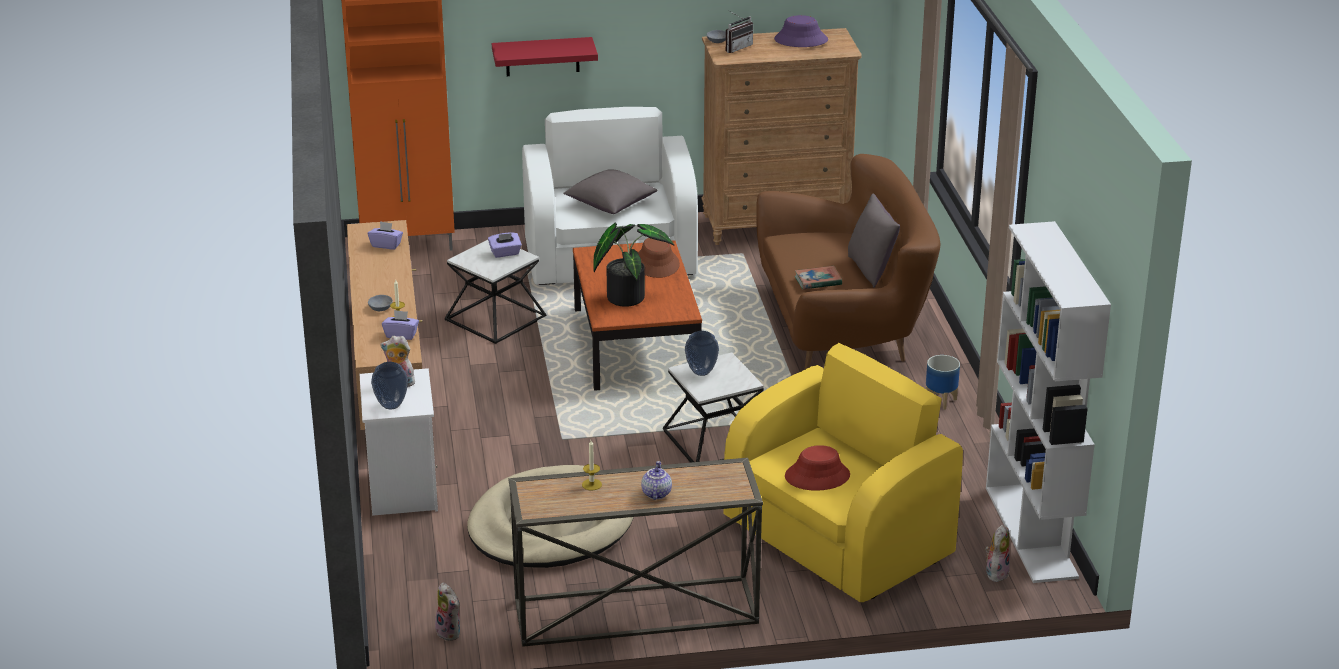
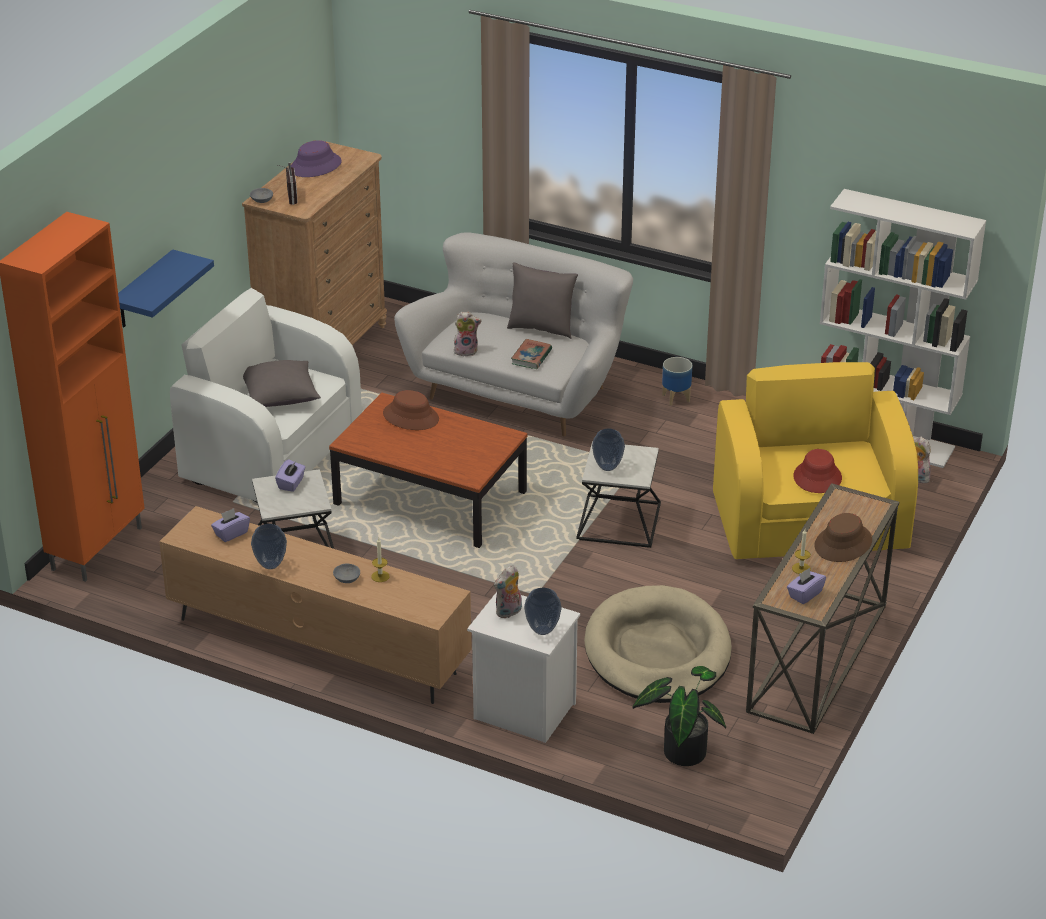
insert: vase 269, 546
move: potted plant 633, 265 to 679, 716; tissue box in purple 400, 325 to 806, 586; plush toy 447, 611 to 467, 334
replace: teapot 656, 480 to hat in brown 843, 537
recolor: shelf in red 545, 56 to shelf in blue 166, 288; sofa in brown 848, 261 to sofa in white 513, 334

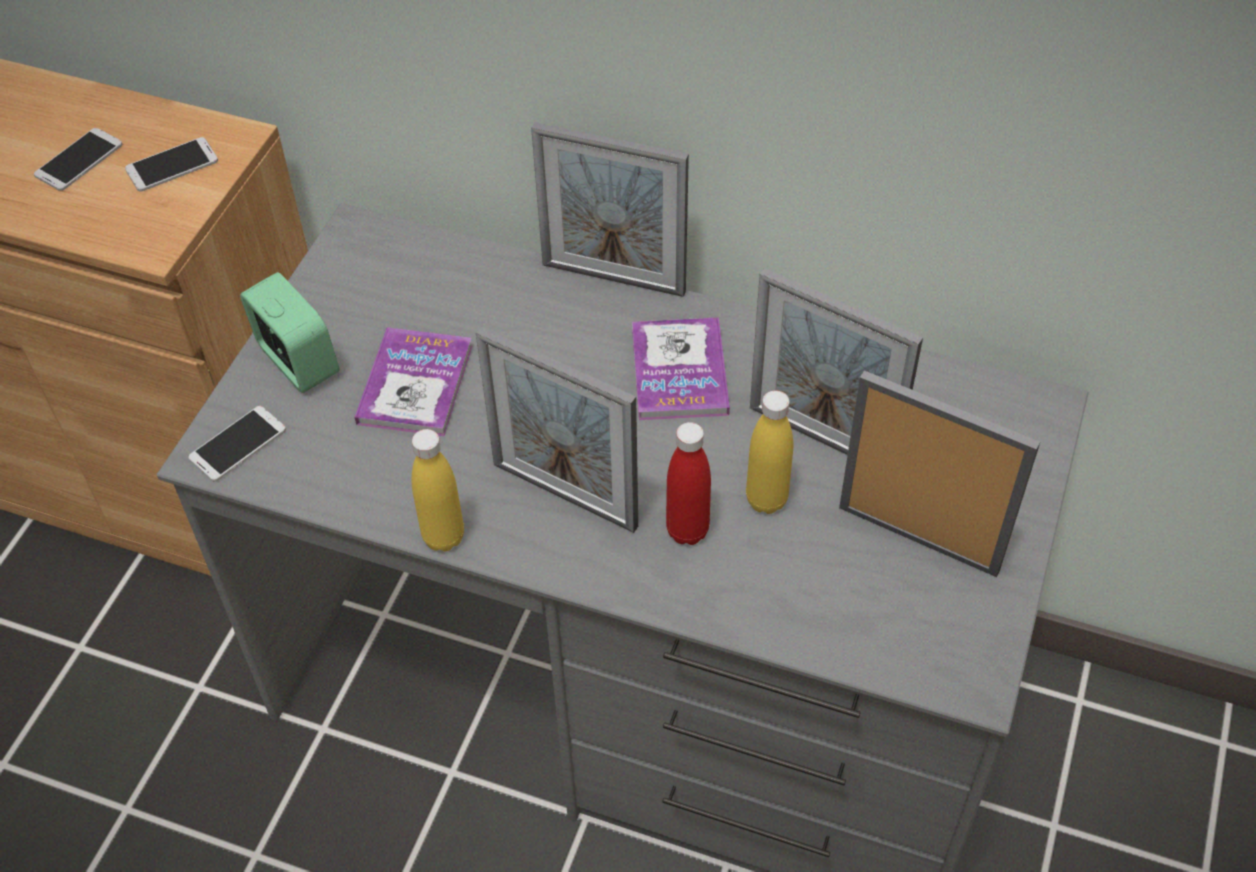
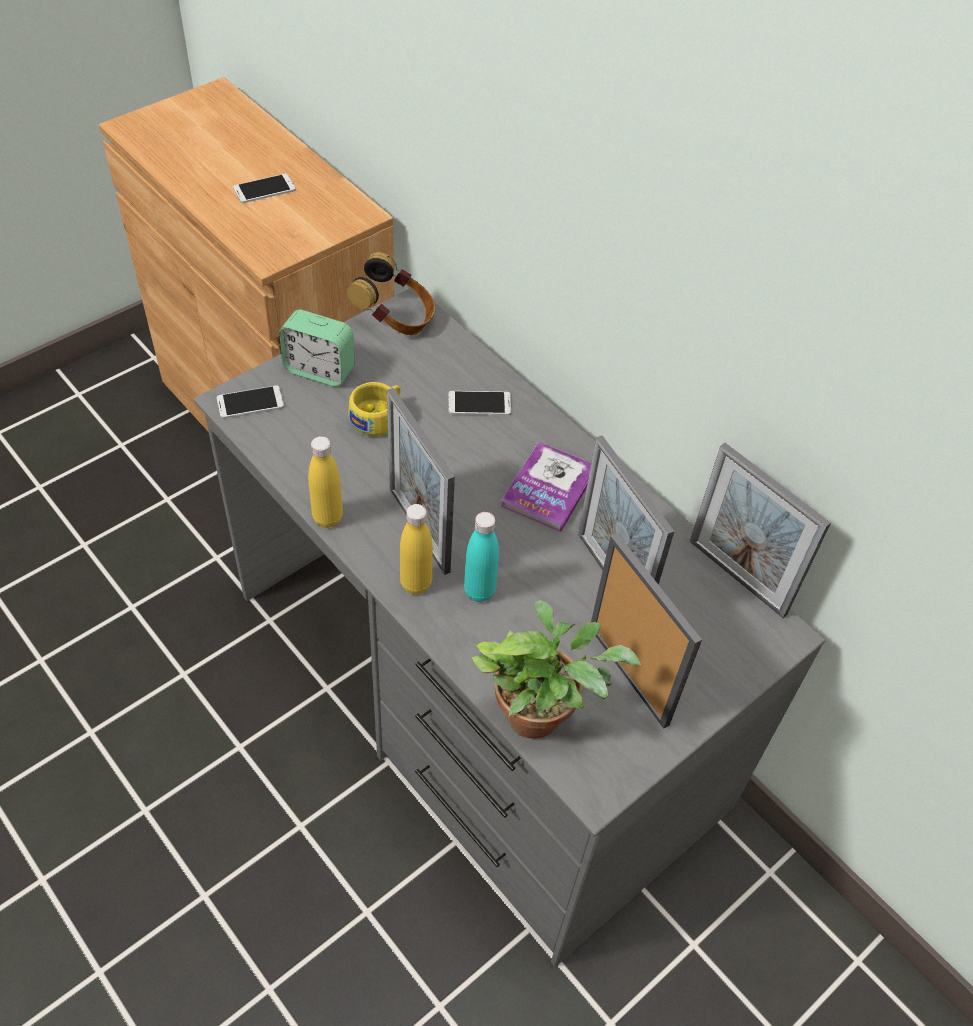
insert: headphones 391, 293; potted plant 556, 669
move: picture frame 610, 209 to 760, 530; phone 171, 164 to 479, 403; bottle in yellow 769, 452 to 416, 549
replace: book 413, 381 to cup in yellow 374, 409
recolor: bottle in red 688, 483 to bottle in turquoise 481, 557
rotate: alarm clock 290, 332 = 317, 348 120 degrees clockwise

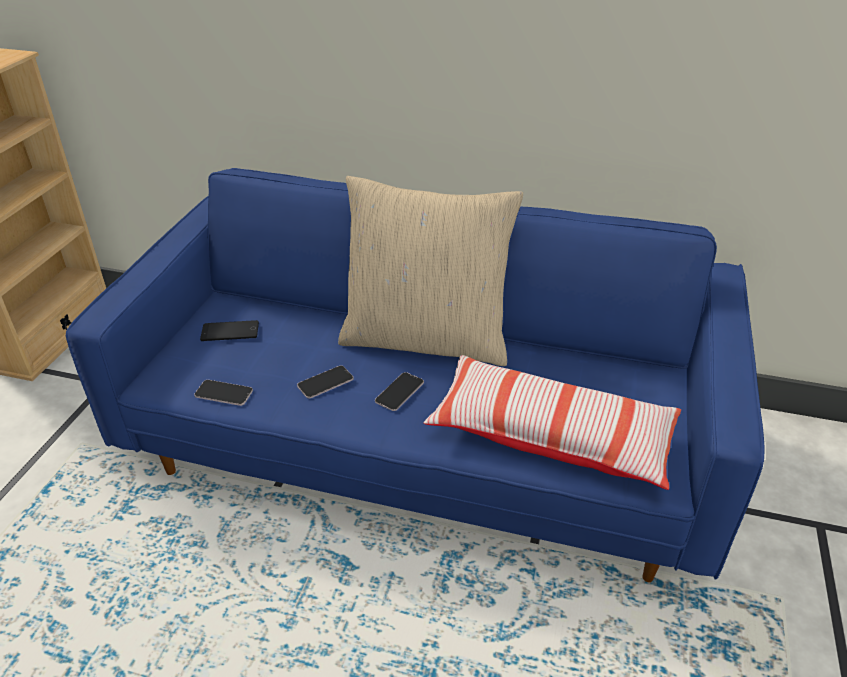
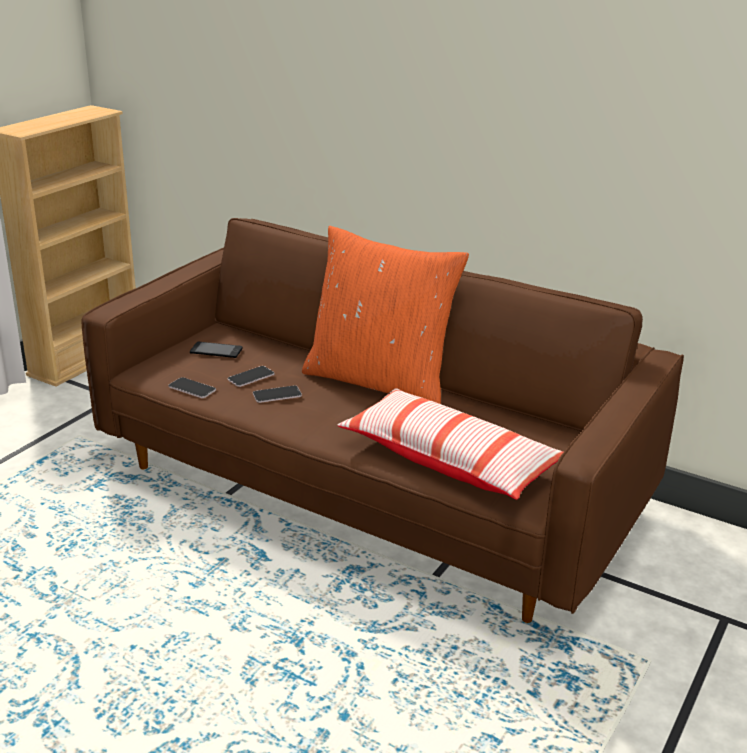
move: phone 399, 391 to 251, 376
recolor: sofa in blue 415, 375 to sofa in brown 382, 420; pillow in beige 430, 271 to pillow in orange 385, 315

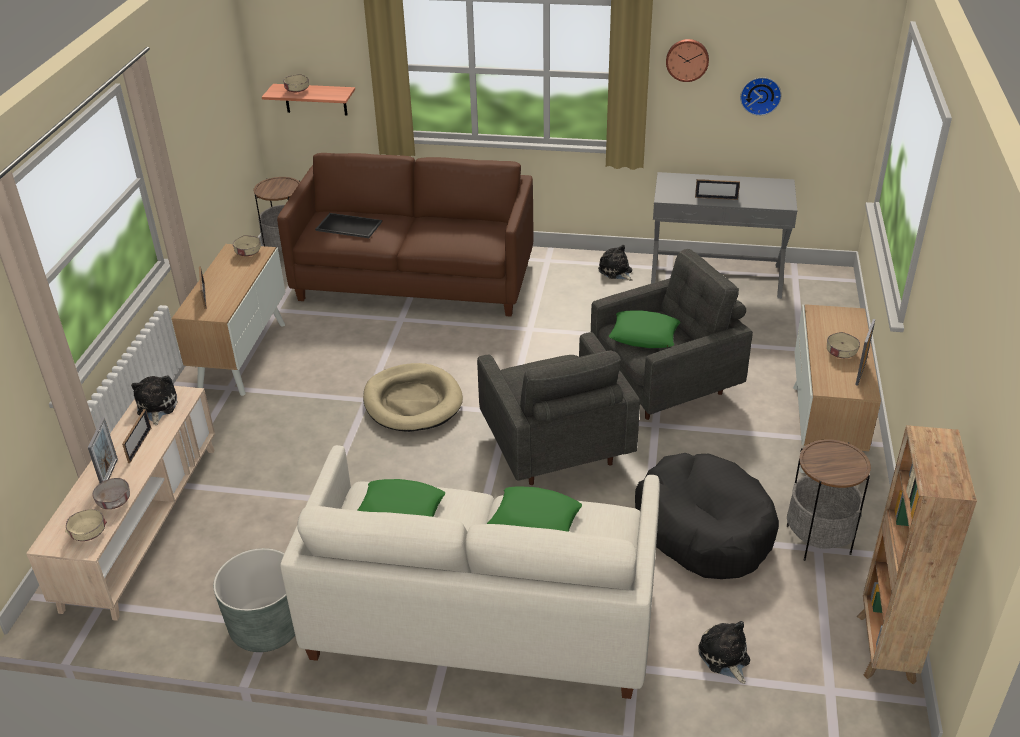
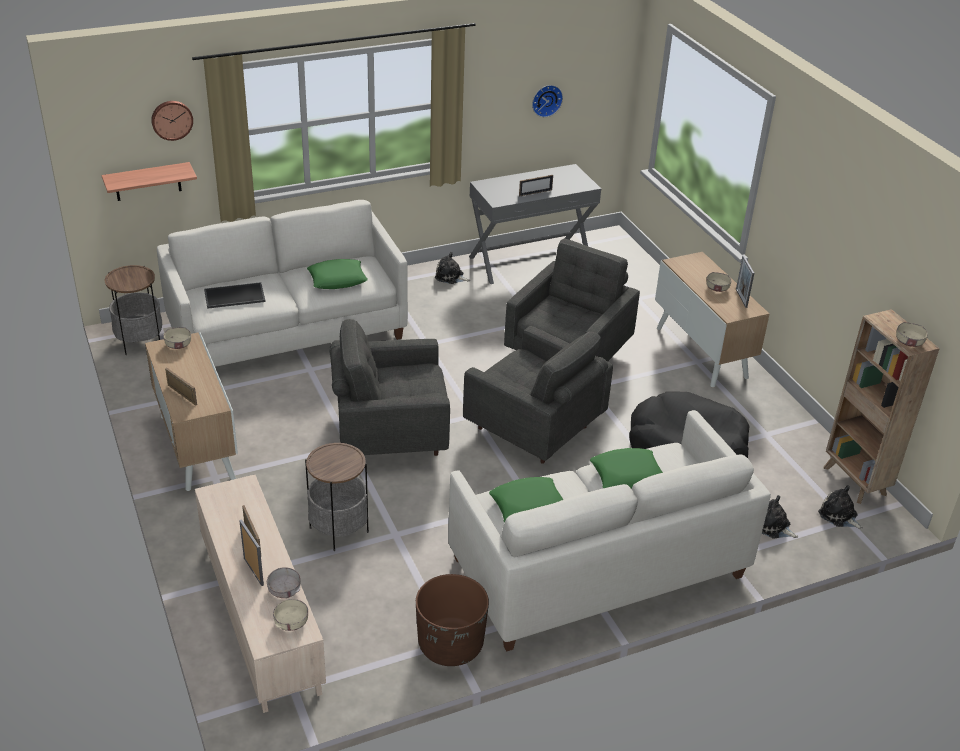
move: wall clock 687, 60 to 172, 121; bowl in beige 296, 83 to 912, 334; pillow in green 645, 329 to 337, 274; plush toy 154, 400 to 840, 507; side table 829, 500 to 337, 496
replace: dog bed in beige 413, 397 to armchair in grey 389, 387
recolor: sofa in brown 405, 235 to sofa in white 282, 283; planter in grey 254, 600 to planter in brown 452, 620

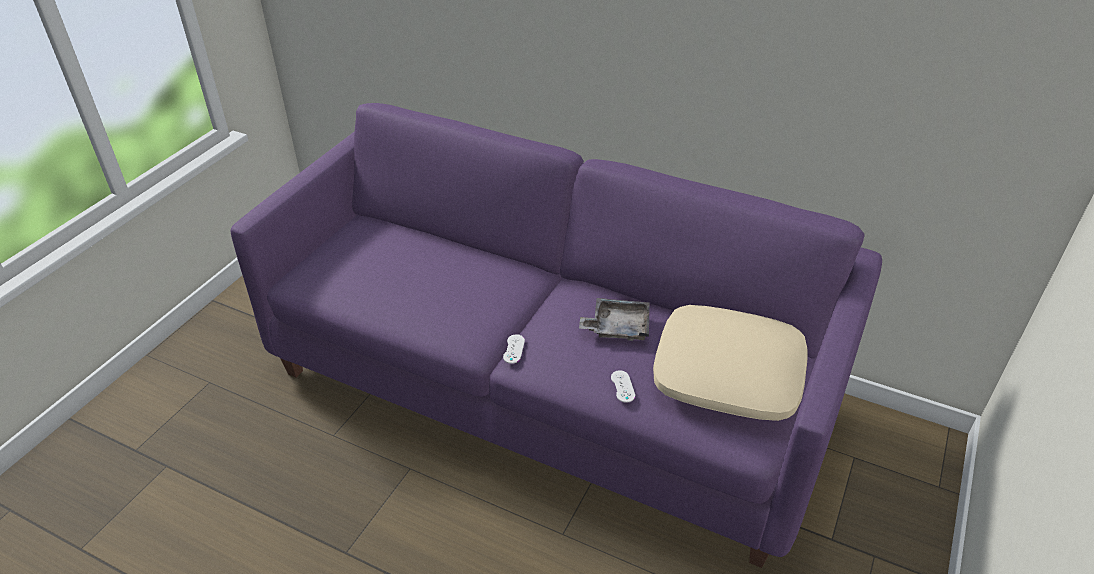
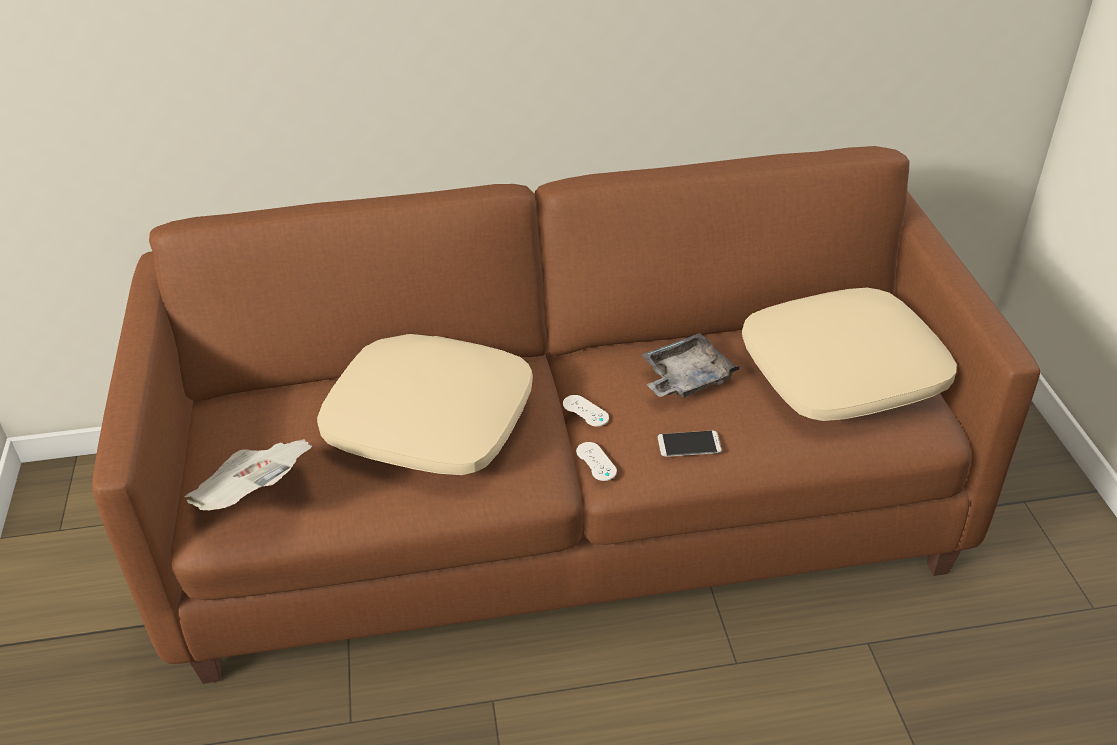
insert: pillow in beige 425, 404; phone 690, 444; newspaper 248, 475
move: game controller in white 623, 386 to 586, 411
recolor: sofa in purple 556, 335 to sofa in brown 566, 415

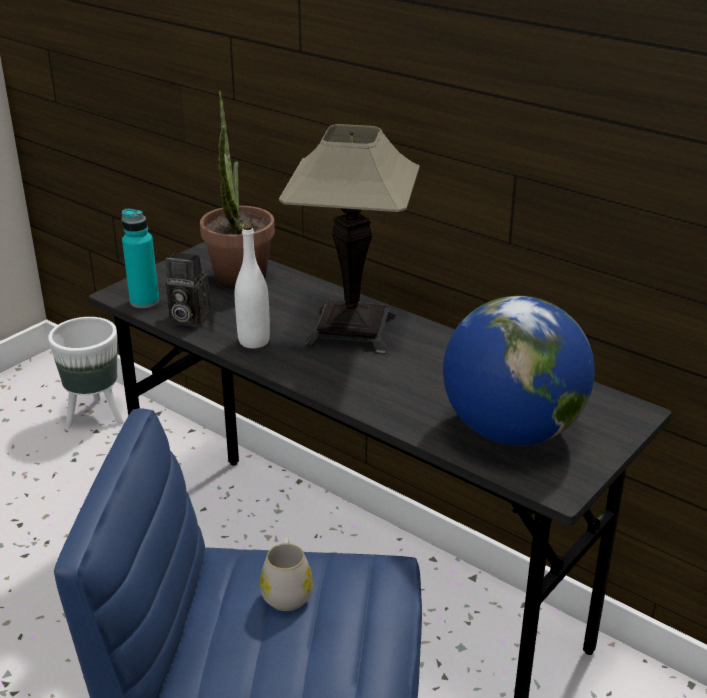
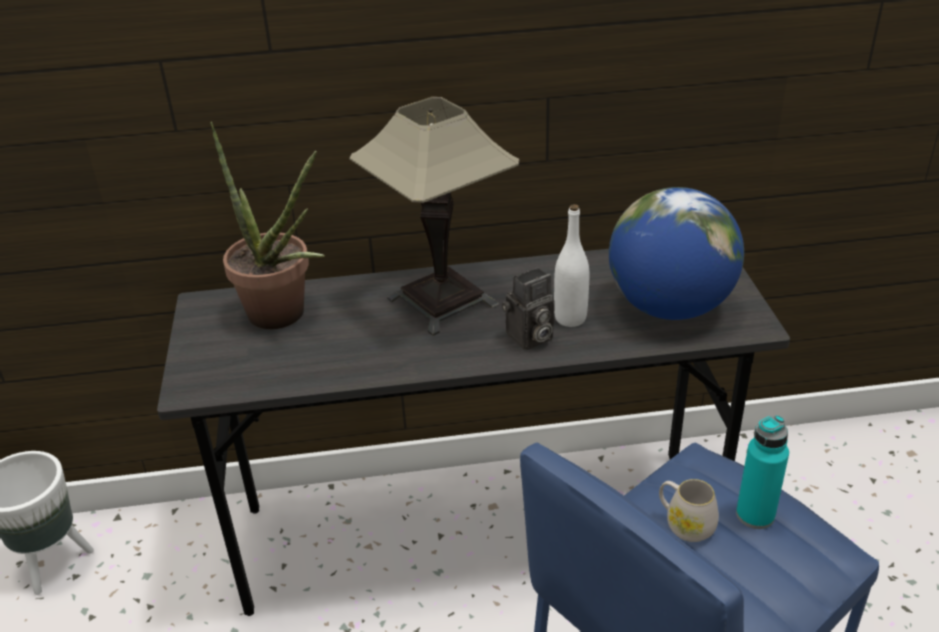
move: bottle in turquoise 140, 258 to 762, 472; bottle in white 252, 286 to 571, 265; photo camera 188, 290 to 528, 308

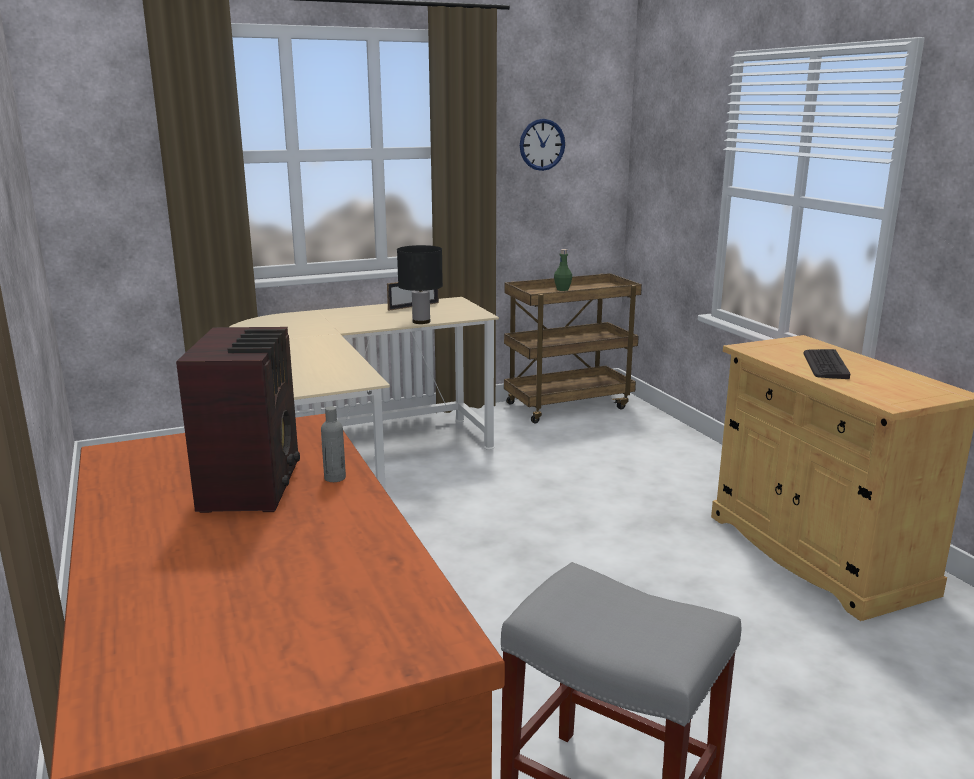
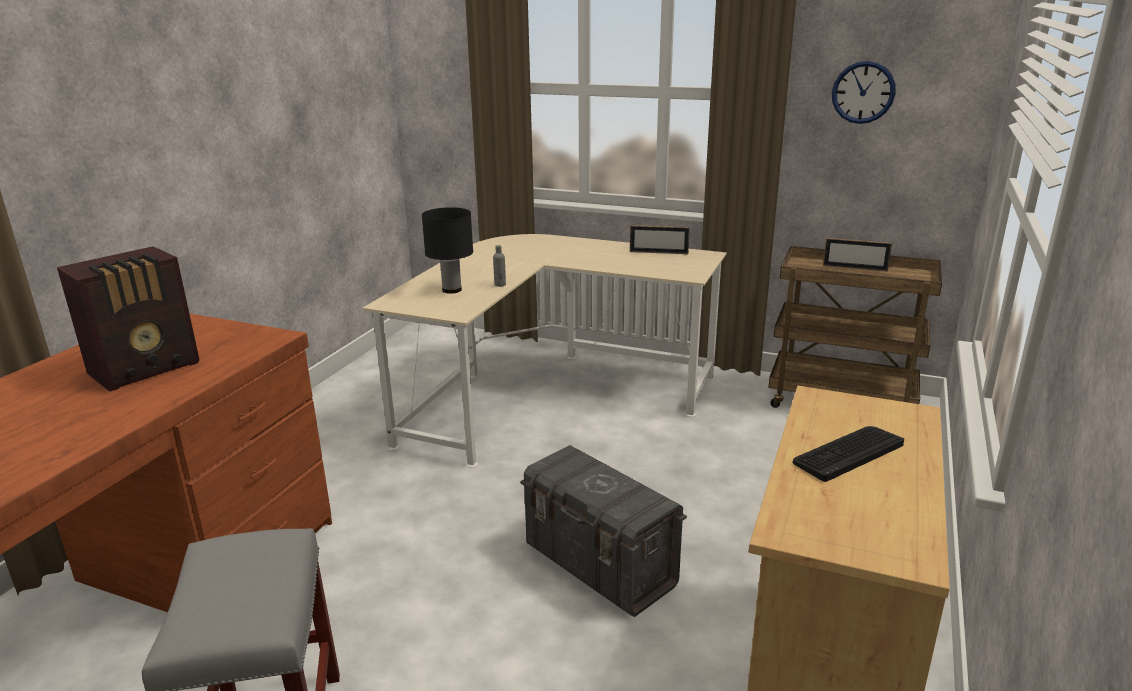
insert: storage box in grey 603, 531
move: table lamp in black 420, 284 to 447, 250; bottle in grey 333, 444 to 499, 266
replace: bottle in green 563, 270 to picture frame 857, 254

